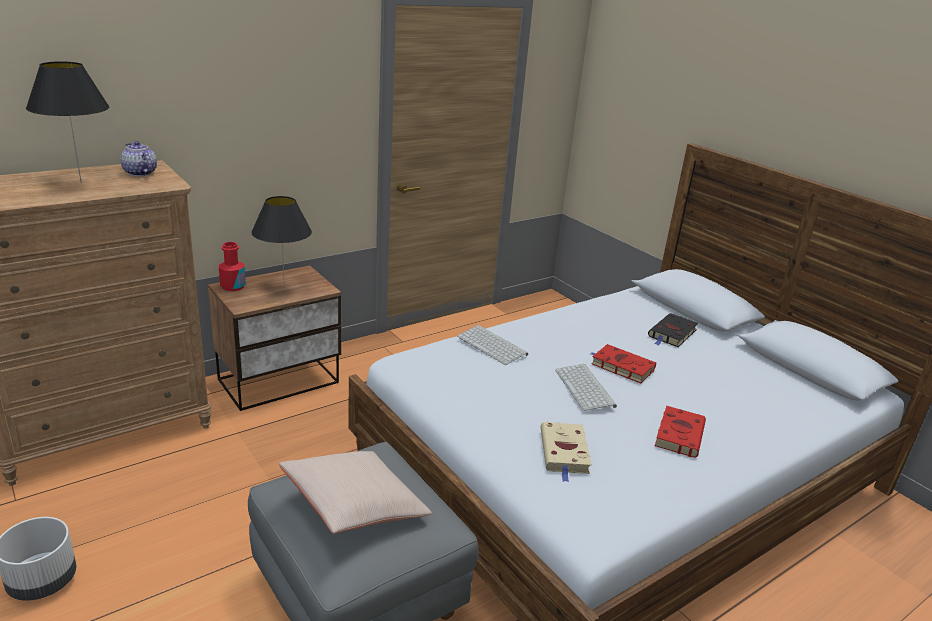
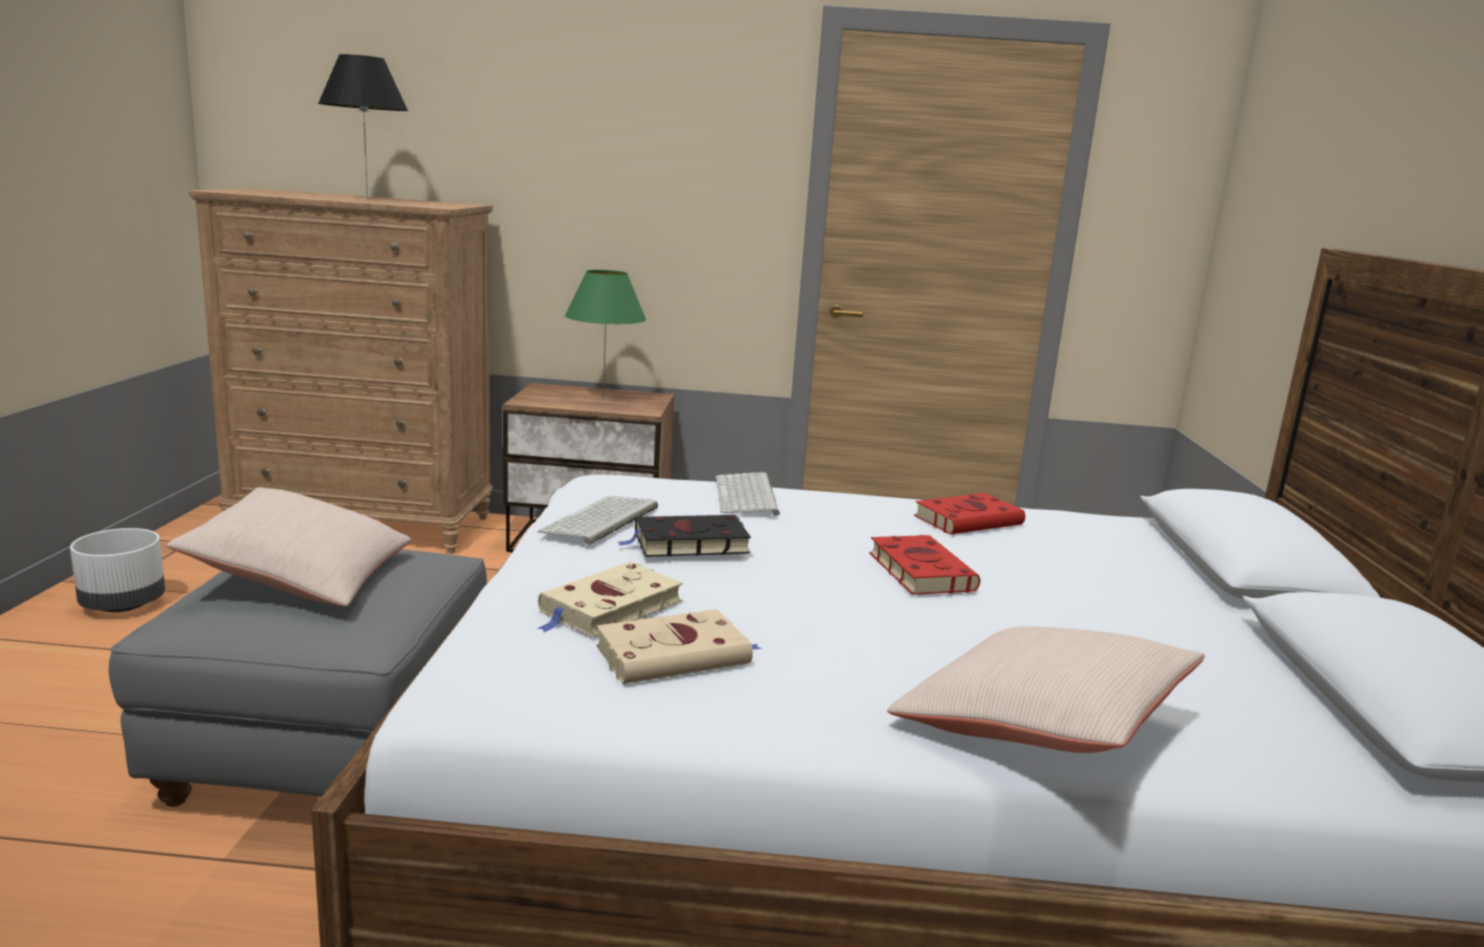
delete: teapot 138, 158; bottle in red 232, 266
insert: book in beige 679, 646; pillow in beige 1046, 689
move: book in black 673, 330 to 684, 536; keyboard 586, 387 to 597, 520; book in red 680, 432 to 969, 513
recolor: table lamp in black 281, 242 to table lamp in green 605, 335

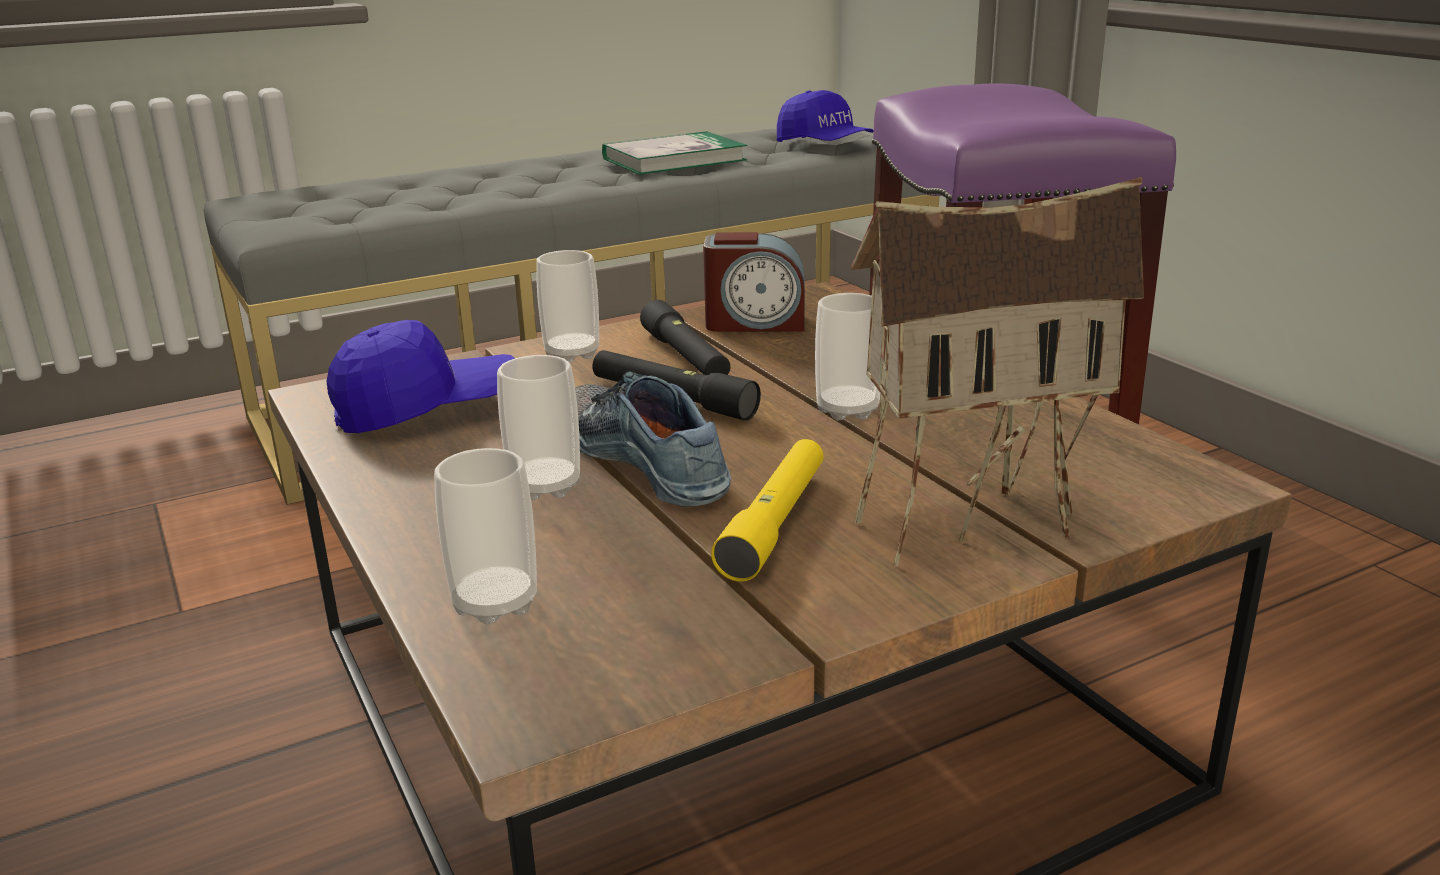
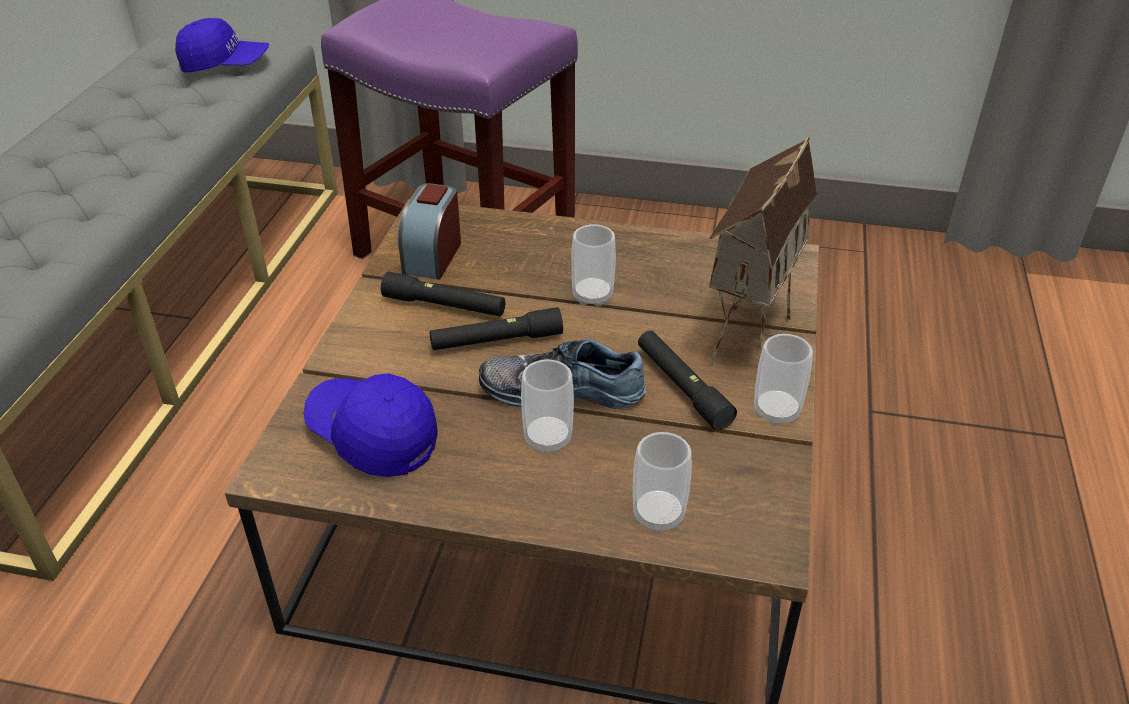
delete: book 675, 153
move: cup 567, 306 to 783, 380
recolor: flashlight in yellow 767, 510 to flashlight in black 687, 380
rotate: alarm clock 754, 282 = 429, 231 150 degrees clockwise; cap in blue 421, 376 = 371, 425 75 degrees counterclockwise

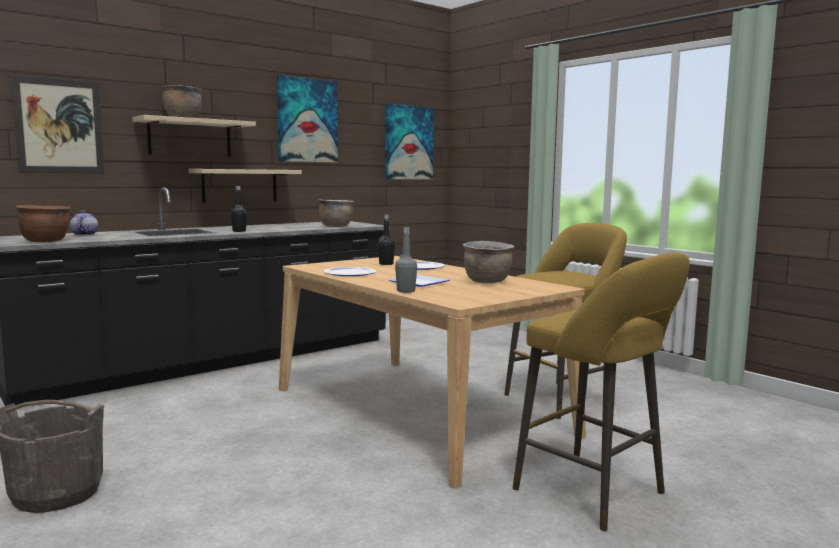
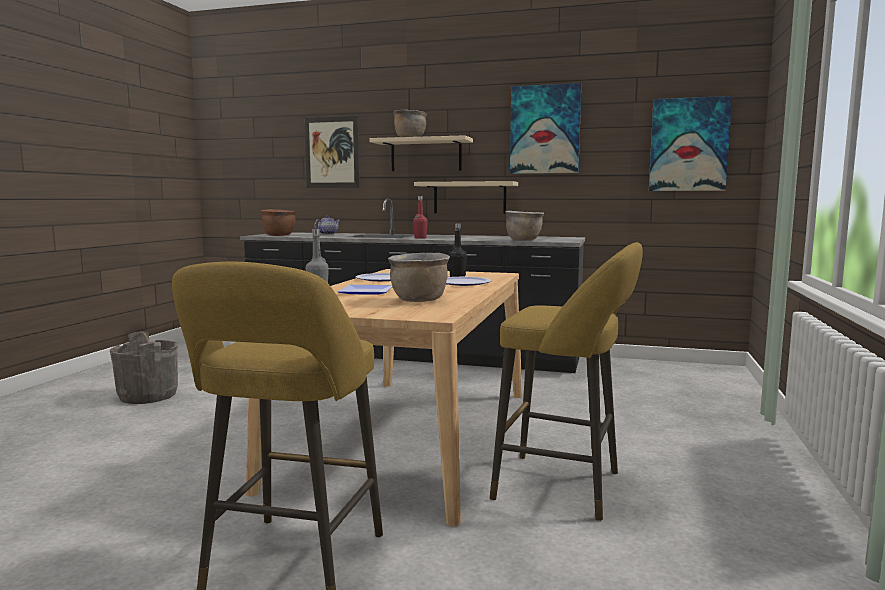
recolor: bottle in black 239, 209 to bottle in red 420, 217

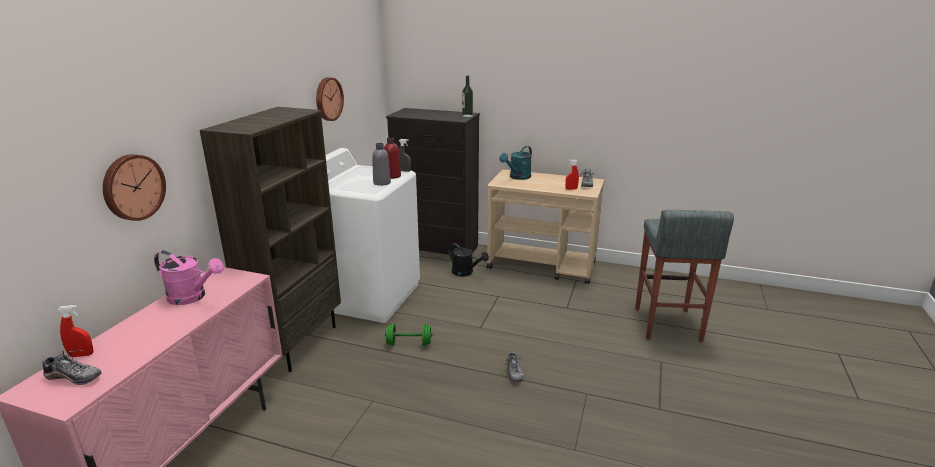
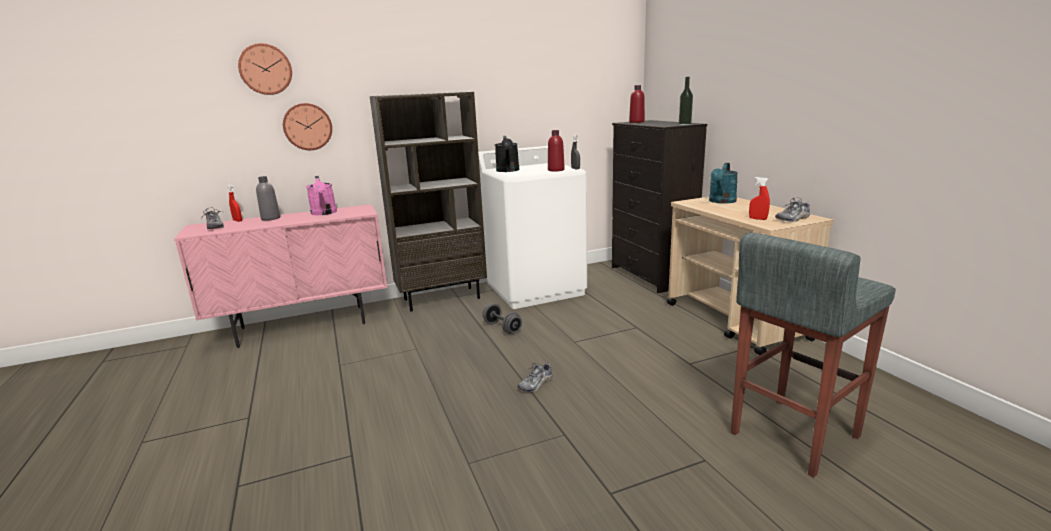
insert: bottle in red 637, 104
move: wall clock 330, 99 to 265, 69; bottle in grey 381, 164 to 268, 198; watering can in black 468, 259 to 507, 154
recolor: dumbbell in green 409, 334 to dumbbell in grey 502, 318
rotate: watering can in turquoise 515, 163 = 723, 183 60 degrees counterclockwise

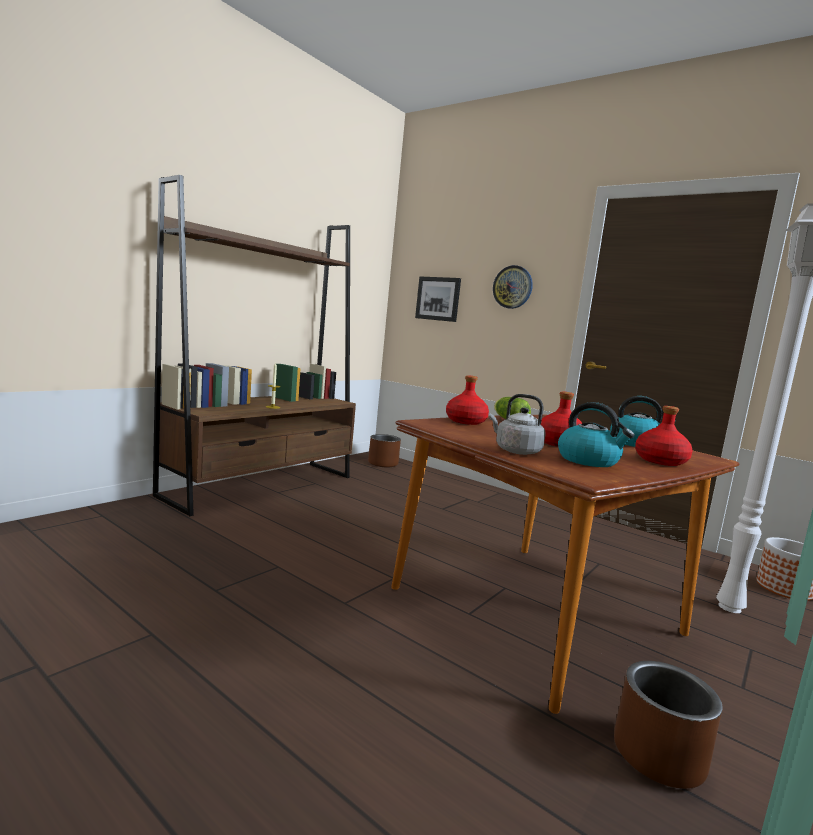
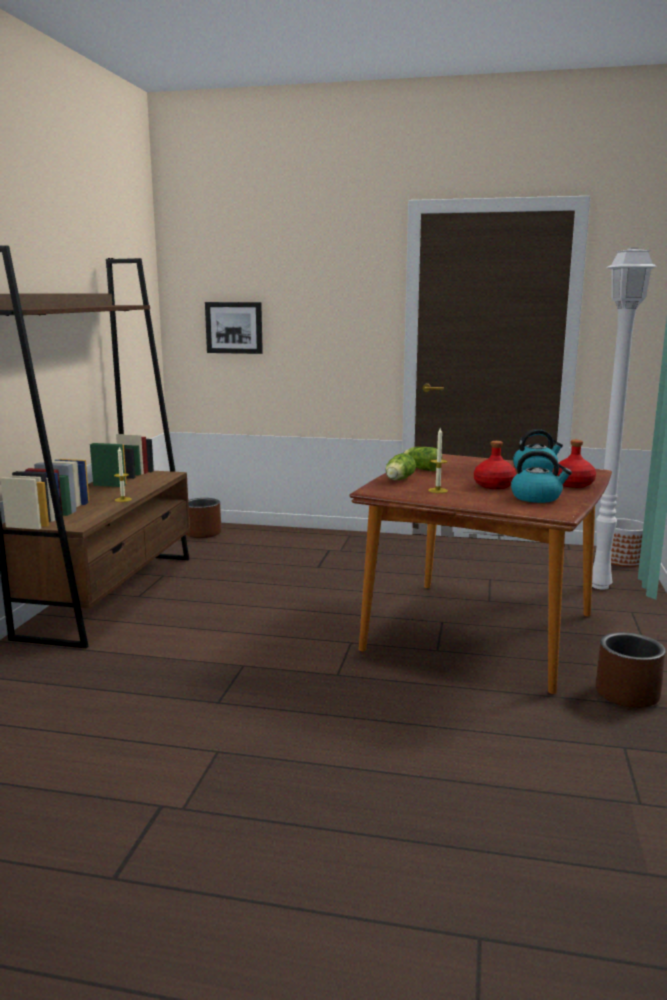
delete: wall clock 513, 287; kettle in grey 517, 424
insert: candle 438, 460
replace: bottle in red 467, 400 to lettuce 401, 466

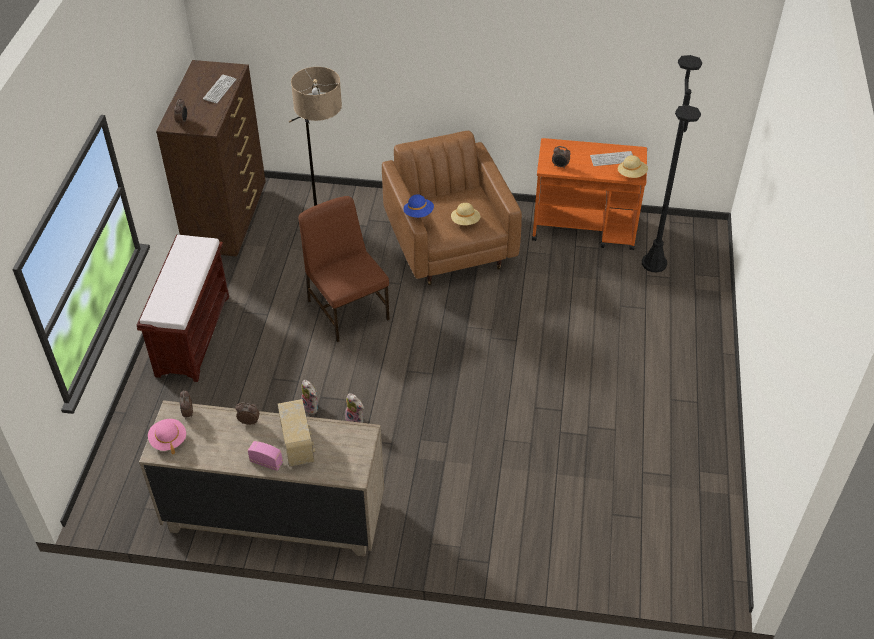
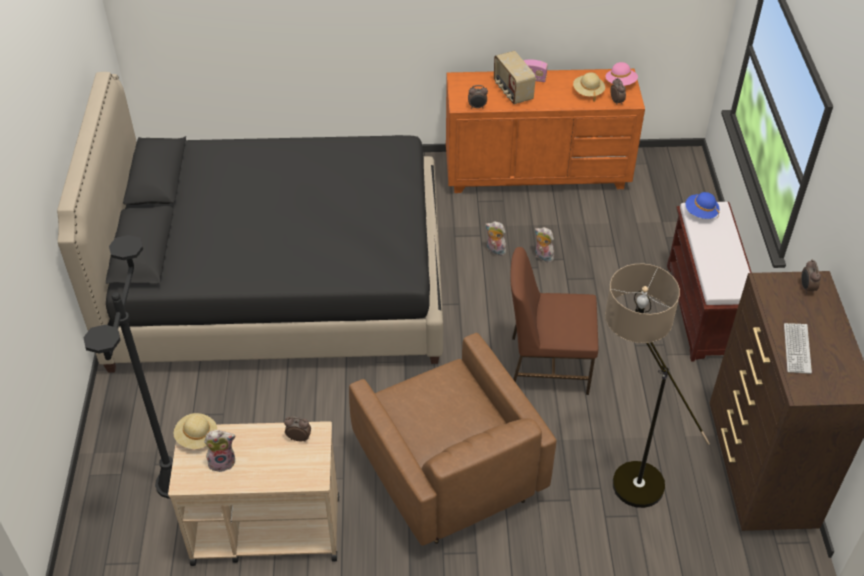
insert: bed in black 250, 222
move: hat in blue 418, 206 to 702, 205; hat in beige 465, 214 to 589, 87; alarm clock 247, 413 to 478, 97
replace: keyboard 611, 158 to plush toy 219, 451
recolor: cart in orange 589, 194 to cart in beige 253, 493; dresser in beige 261, 478 to dresser in orange 545, 131
rotate: chair in brown 344, 269 = 554, 321 135 degrees clockwise

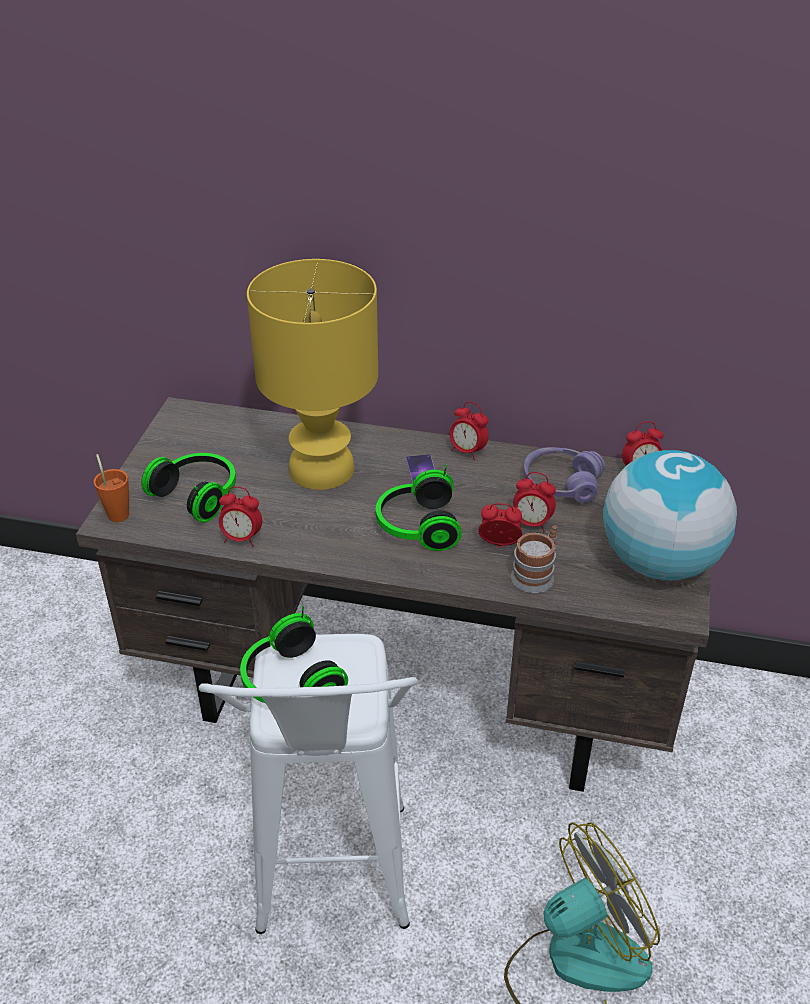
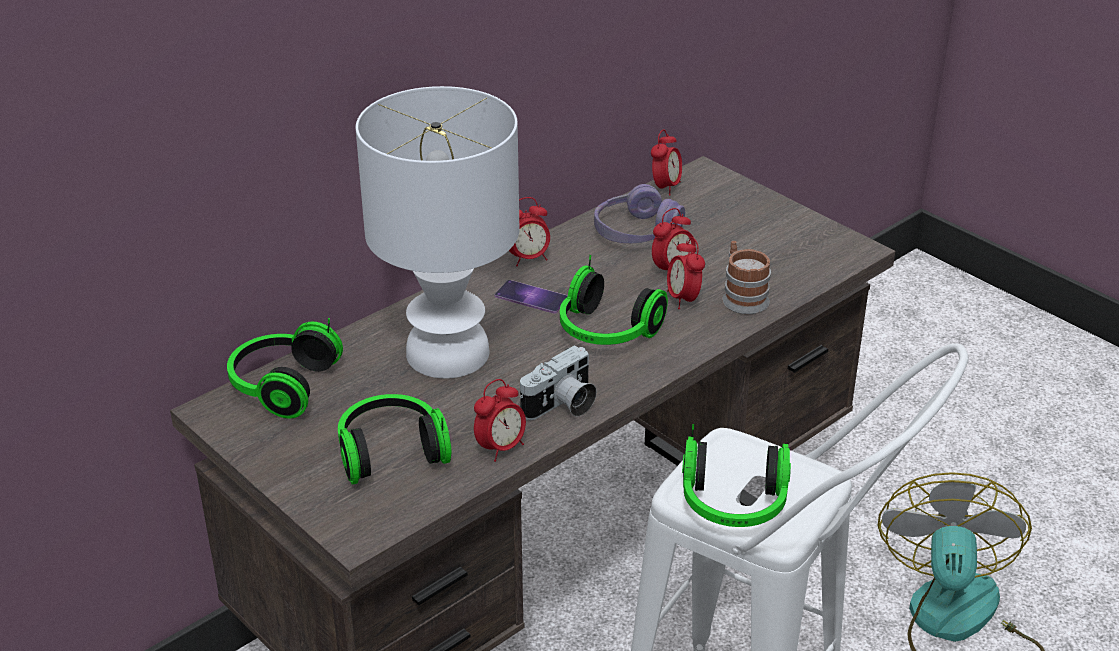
delete: globe 670, 515; cup in orange 111, 488
insert: headphones 285, 368; photo camera 558, 382
recolor: table lamp in yellow 312, 374 to table lamp in white 437, 232
rotate: alarm clock 500, 525 = 686, 273 60 degrees counterclockwise

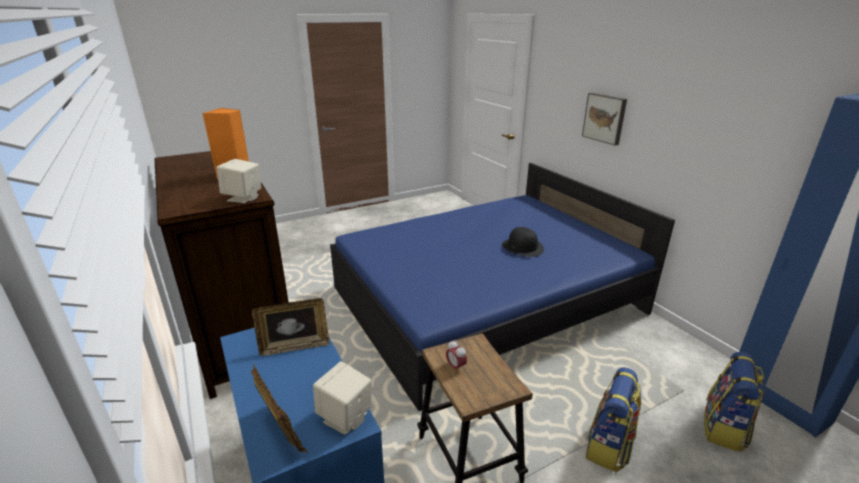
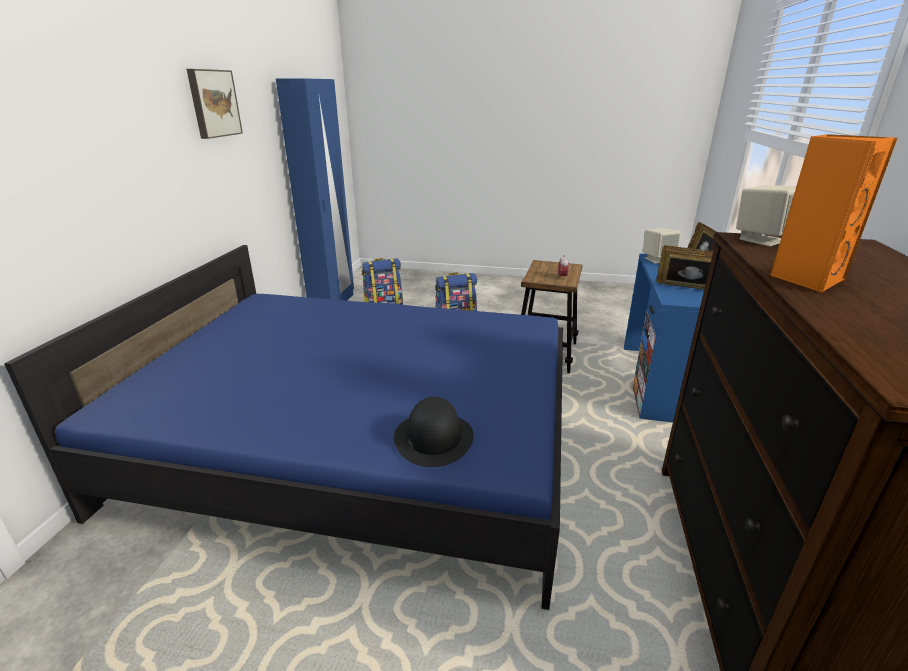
move: picture 604, 119 to 215, 104; hat in black 523, 242 to 434, 432

